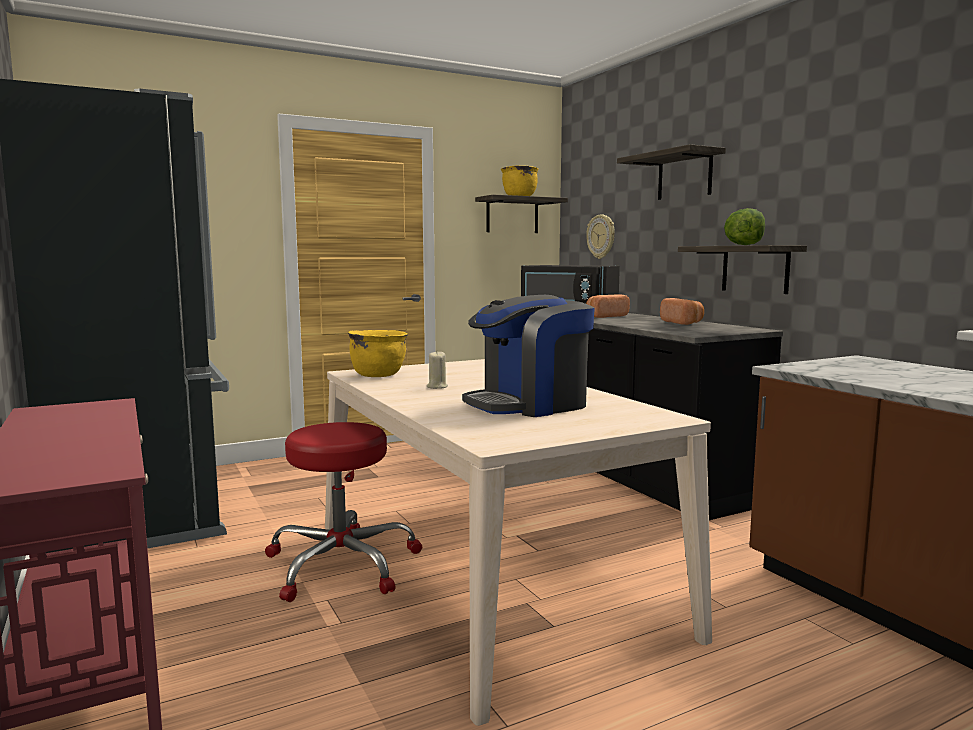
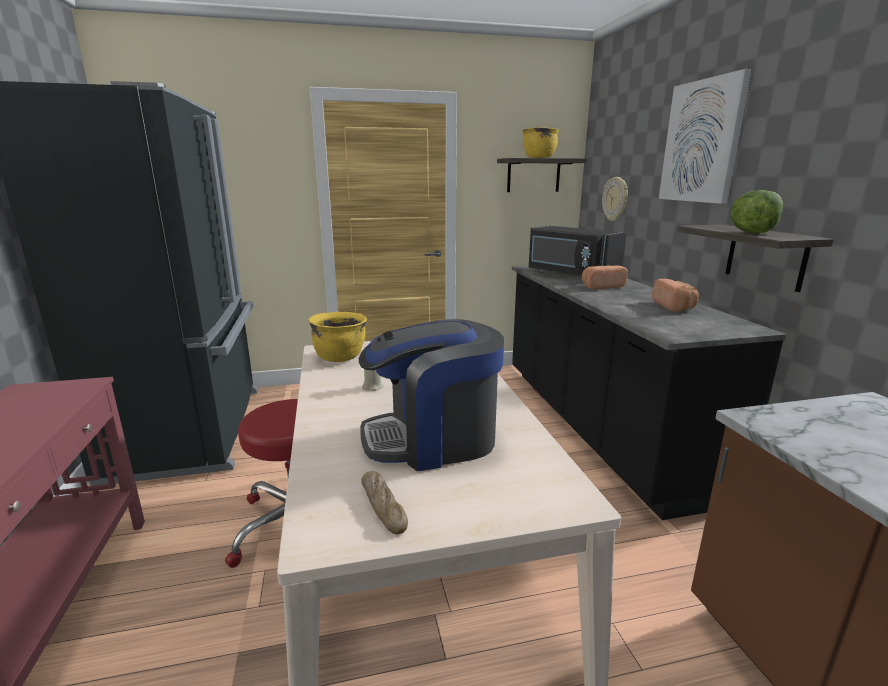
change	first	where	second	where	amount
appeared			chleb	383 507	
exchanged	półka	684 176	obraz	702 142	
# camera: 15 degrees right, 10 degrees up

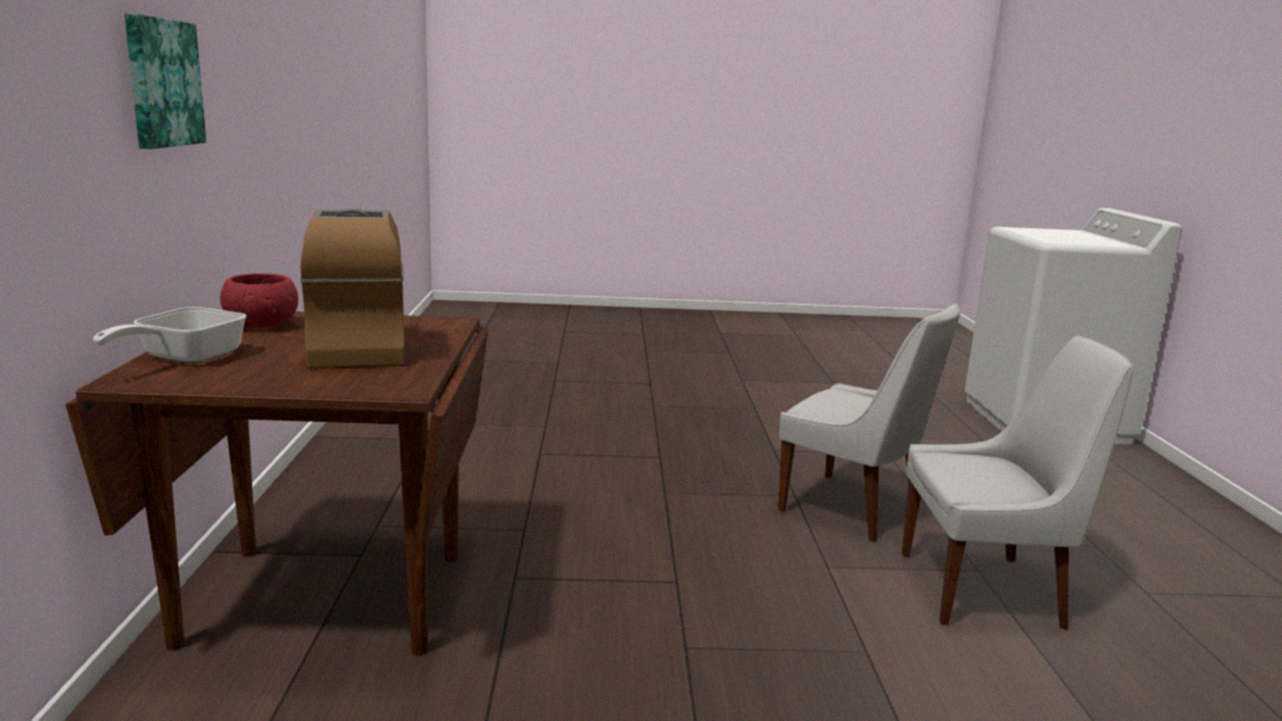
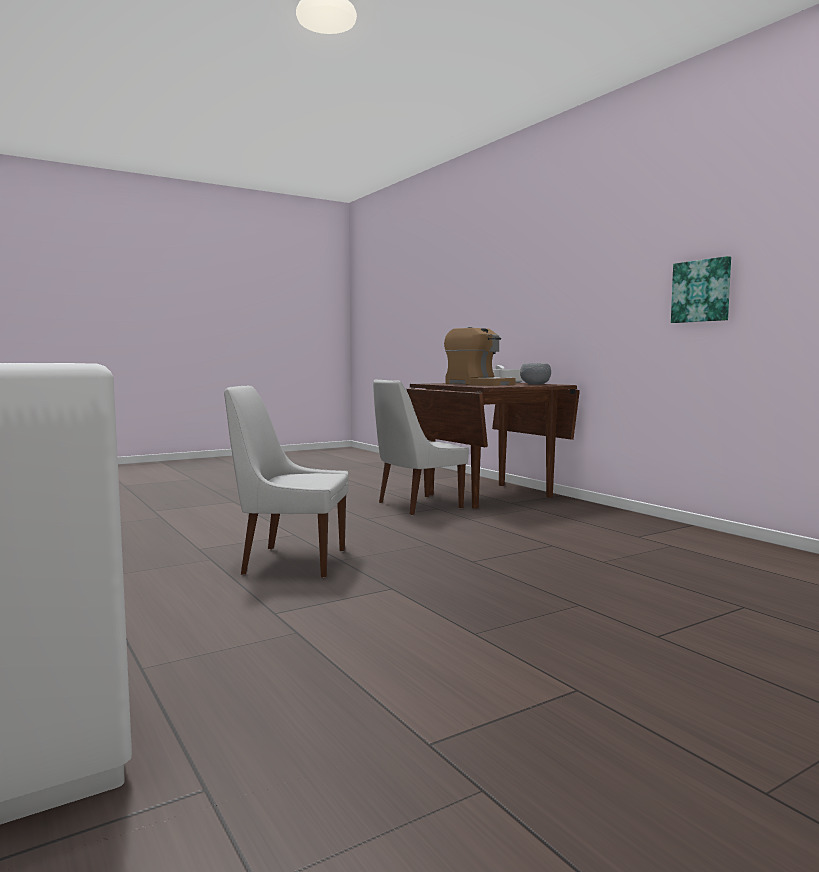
change	first	where	second	where	amount
relocated	krzesło [biały]	986 590		416 506	
colour	miska [czerwony]	261 325	miska [szary]	535 384	
relocated	obraz	161 83		701 291	
# camera: 150 degrees right, 10 degrees down

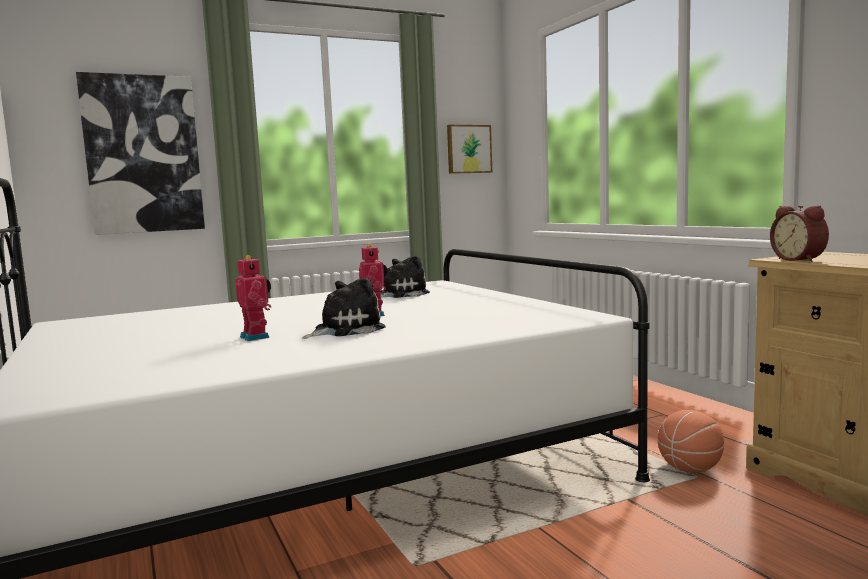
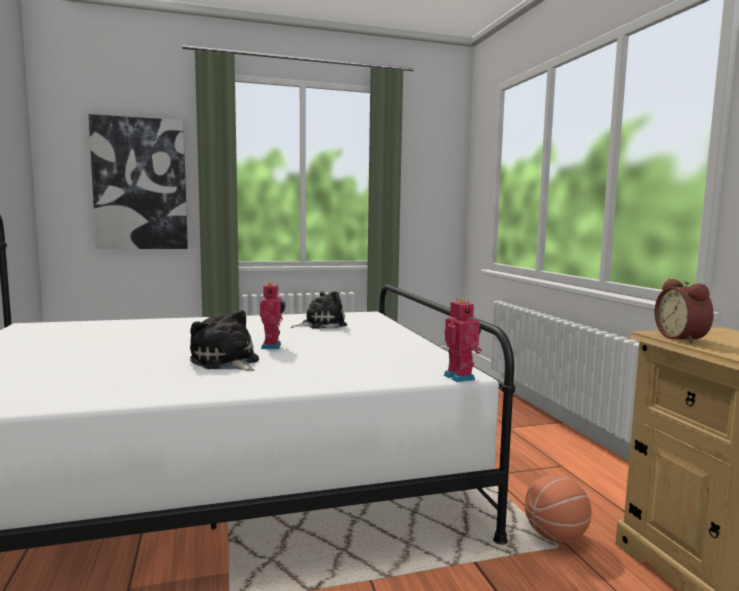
change	first	where	second	where	amount
spun	pluszak	345 330		226 362	105 degrees counterclockwise
relocated	robot zabawkowy	257 337		461 377	
missing	obraz	468 149			
# camera: 10 degrees right, 0 degrees up

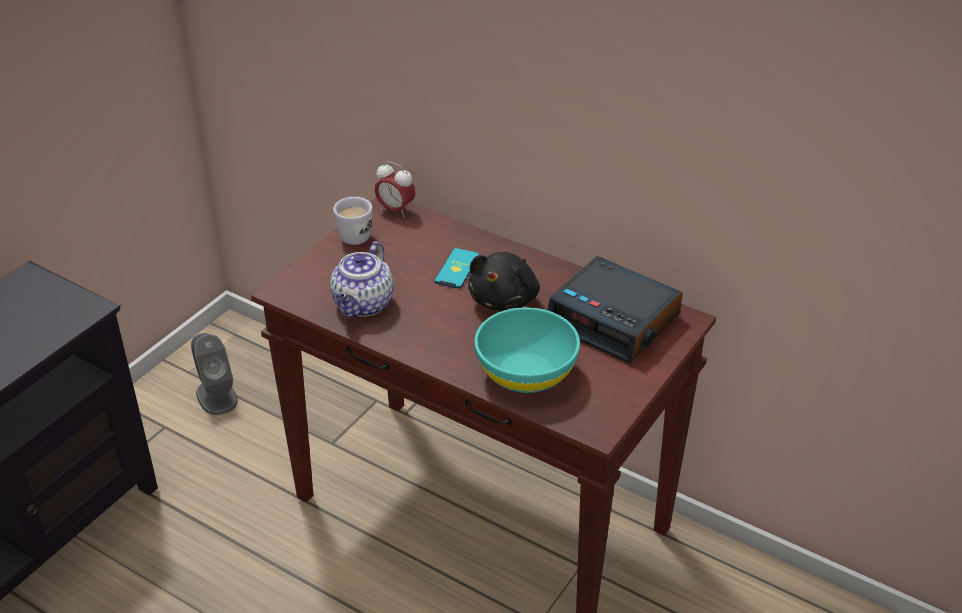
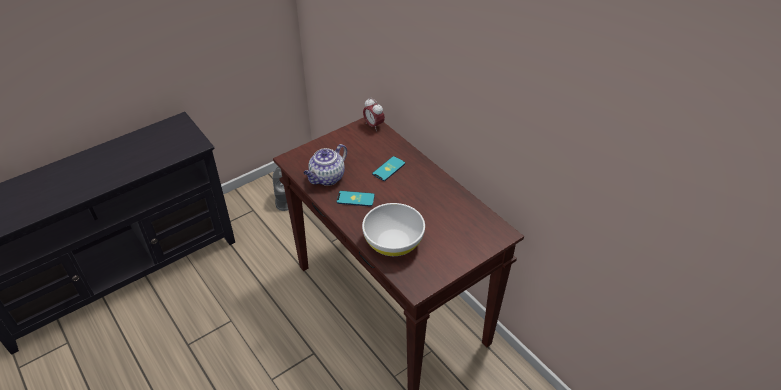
change	first	where	second	where	amount
appeared			telefon	355 199	
colour	miska [turkusowy]	525 373	miska [biały]	393 242	
missing	kubek [biały]	356 233			
missing	pluszak [czarny]	505 299			
missing	budzik	615 320			
# camera: 20 degrees right, 5 degrees up

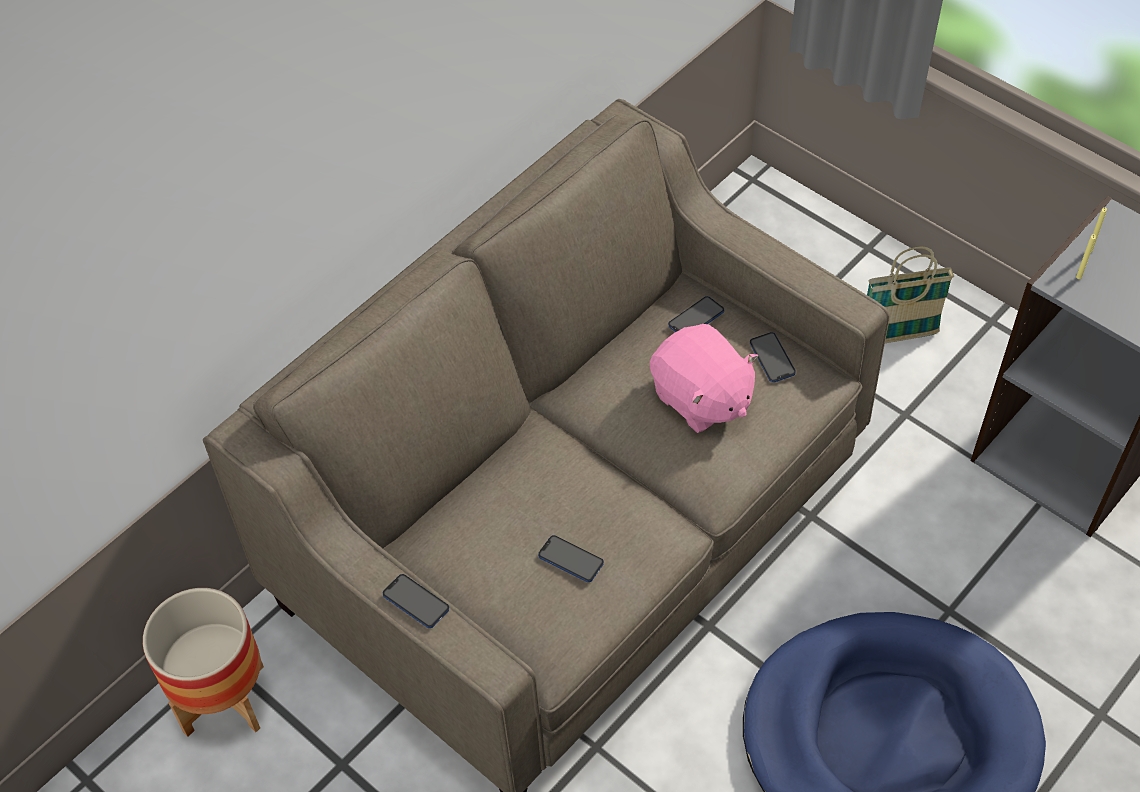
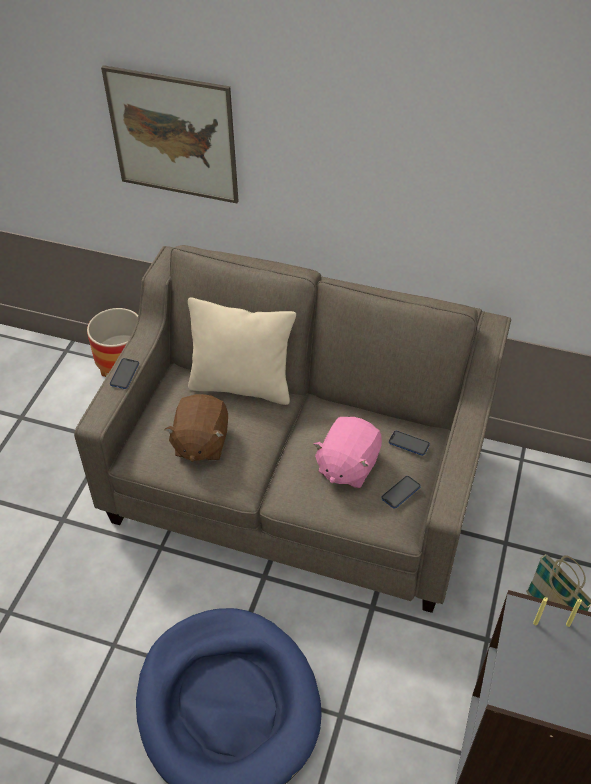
change	first	where	second	where	amount
appeared			obraz	173 136	
exchanged	telefon	571 559	pluszak [brązowy]	200 443	
appeared			poduszka [beżowy]	242 386	
# camera: 65 degrees right, 5 degrees down

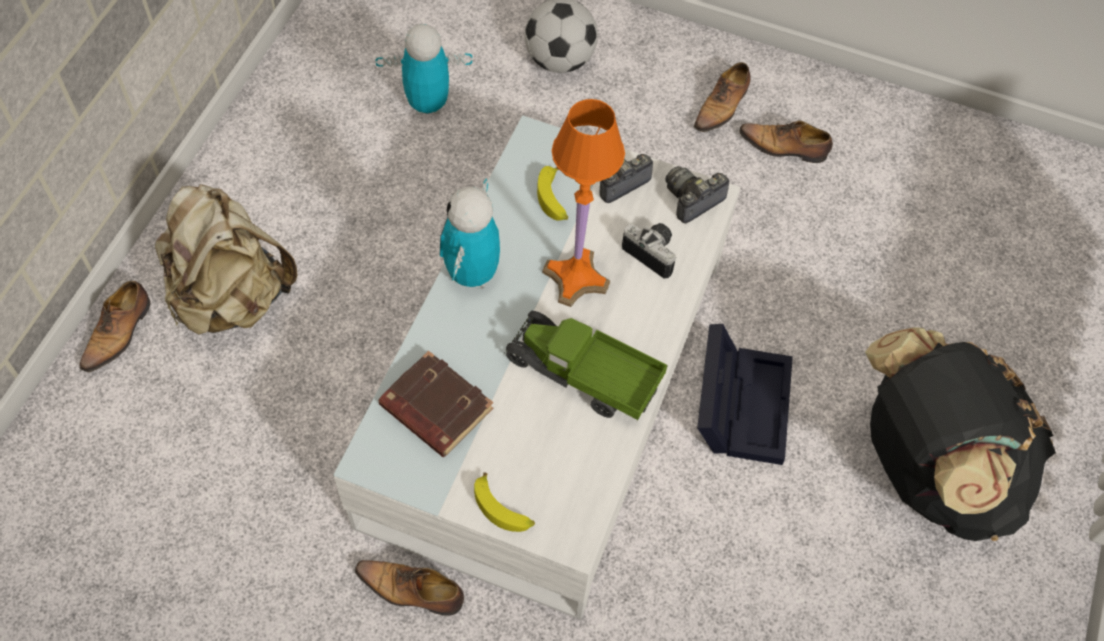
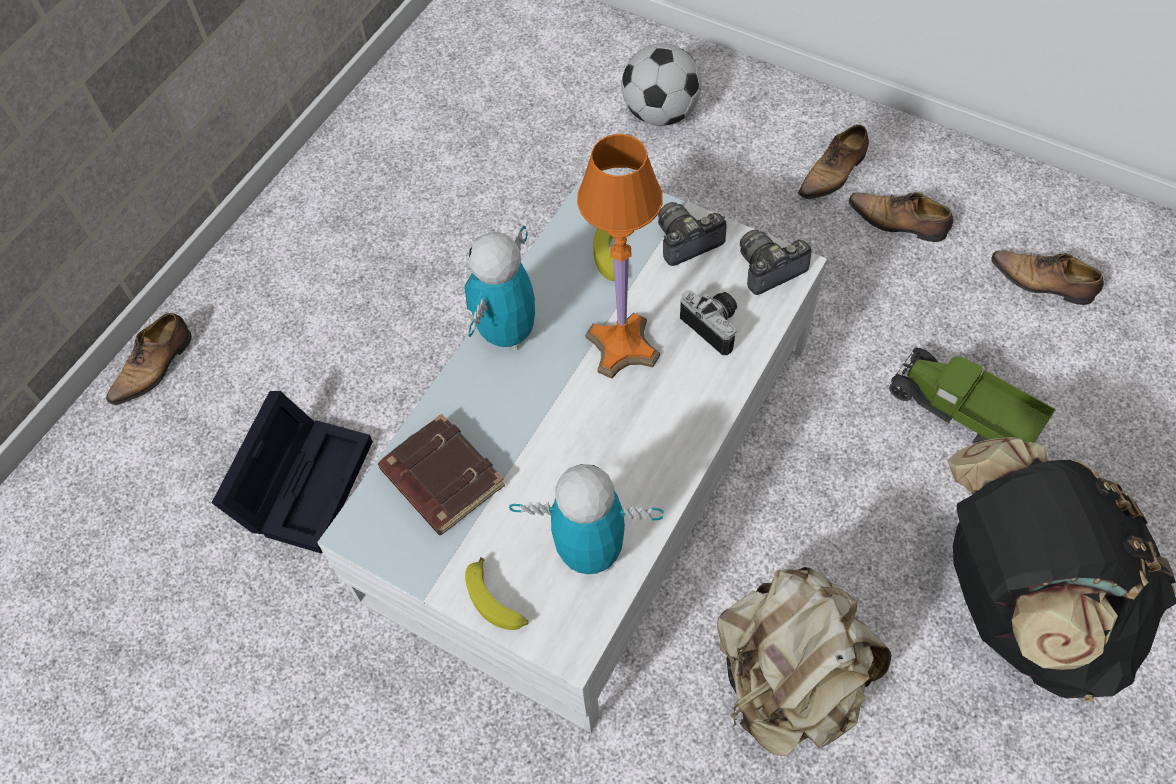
change	first	where	second	where	amount
relocated	pojemnik do przechowywania [czarny]	740 401		303 479	
relocated	robot zabawkowy	427 105		589 552	
relocated	plecak [beżowy]	231 297		788 680	
relocated	ciężarówka zabawkowa	583 376		962 414	
relocated	but	412 590		1043 283	
# camera: 15 degrees right, 0 degrees up

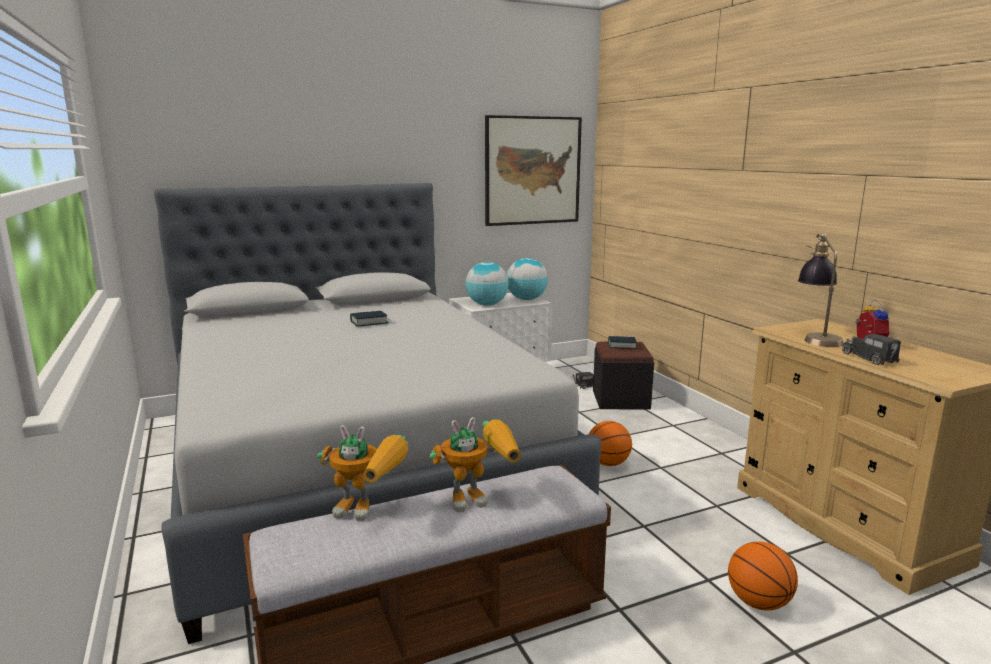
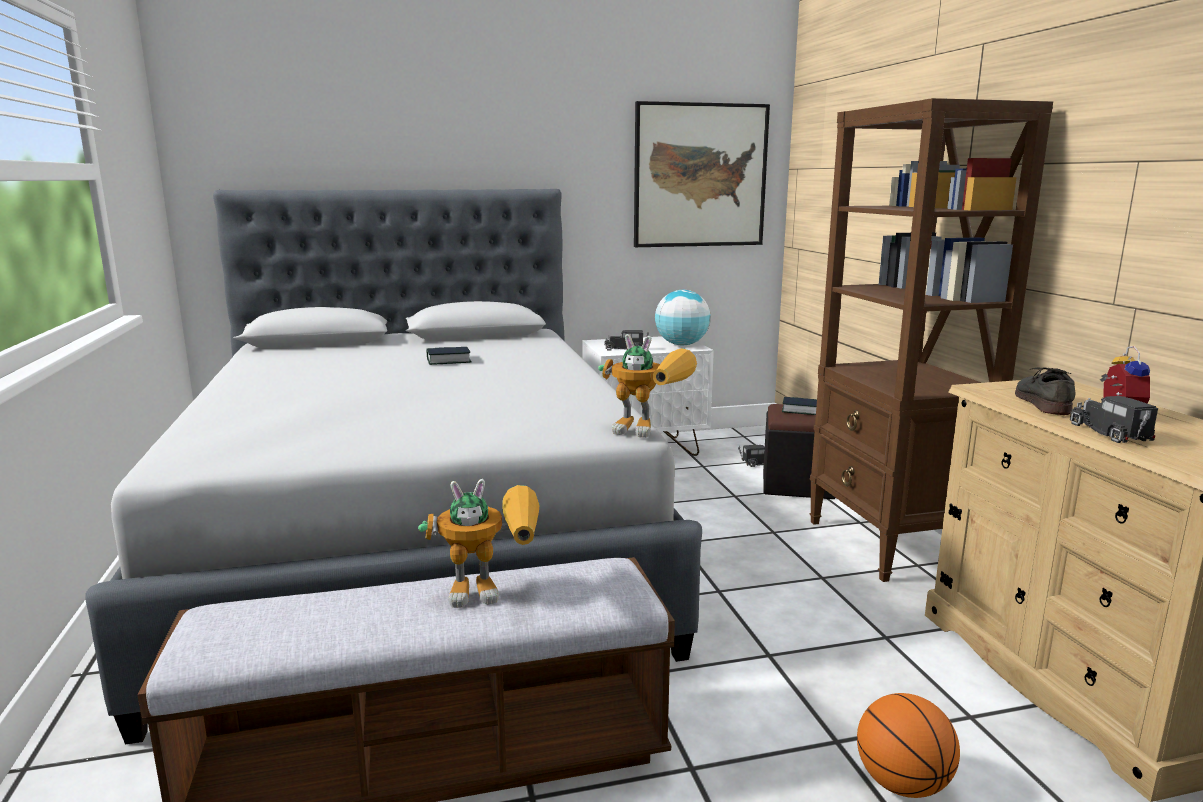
change	first	where	second	where	amount
relocated	robot zabawkowy	370 510		651 431	
exchanged	globus	487 304	ciężarówka zabawkowa	626 349	
appeared			regał [brązowy]	891 545	
exchanged	lampa stołowa	816 337	but [szary]	1041 401	
missing	piłka do koszykówki	608 463			
# camera: 10 degrees right, 0 degrees up

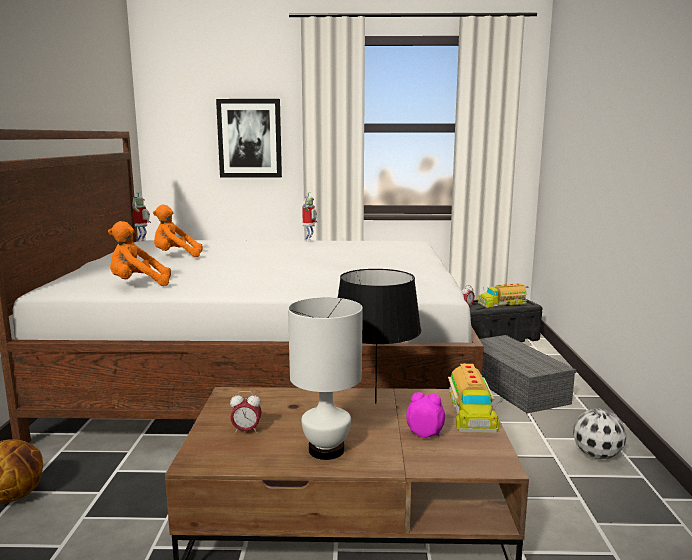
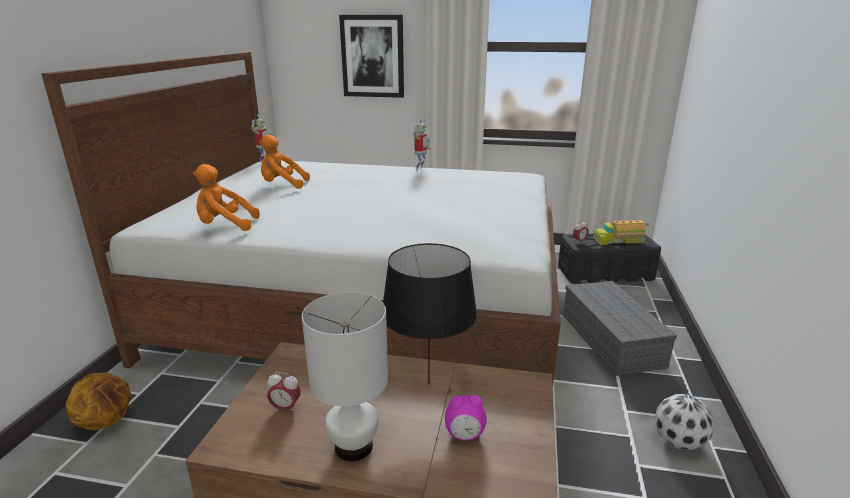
change	first	where	second	where	amount
spun	budzik	425 434		464 435	150 degrees clockwise
missing	ciężarówka zabawkowa	469 411			
# camera: 10 degrees right, 10 degrees up

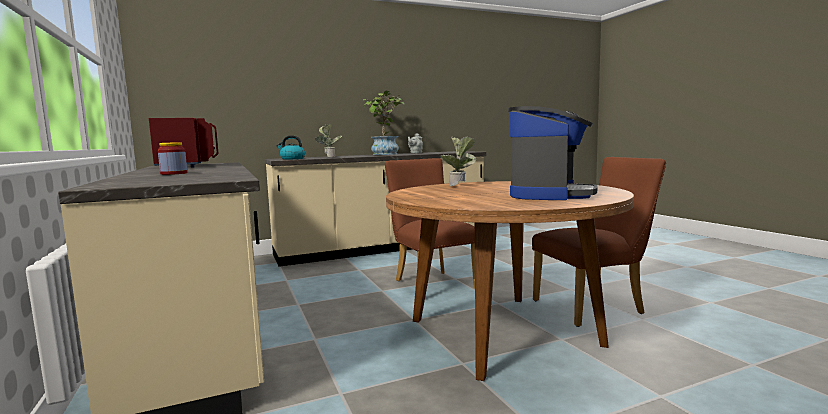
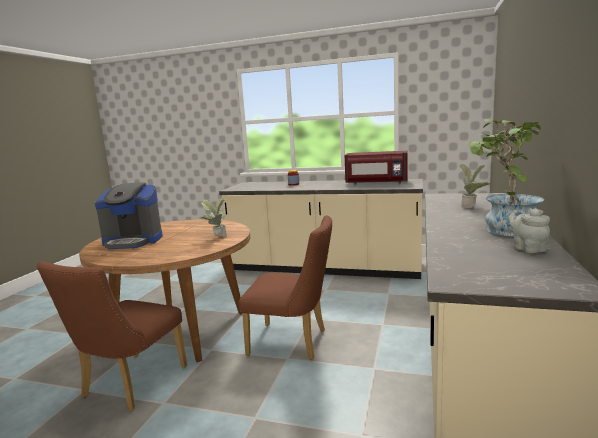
change	first	where	second	where	amount
spun	ekspres do kawy	550 194		133 241	60 degrees counterclockwise
missing	czajnik	292 159			
# camera: 130 degrees right, 5 degrees up

